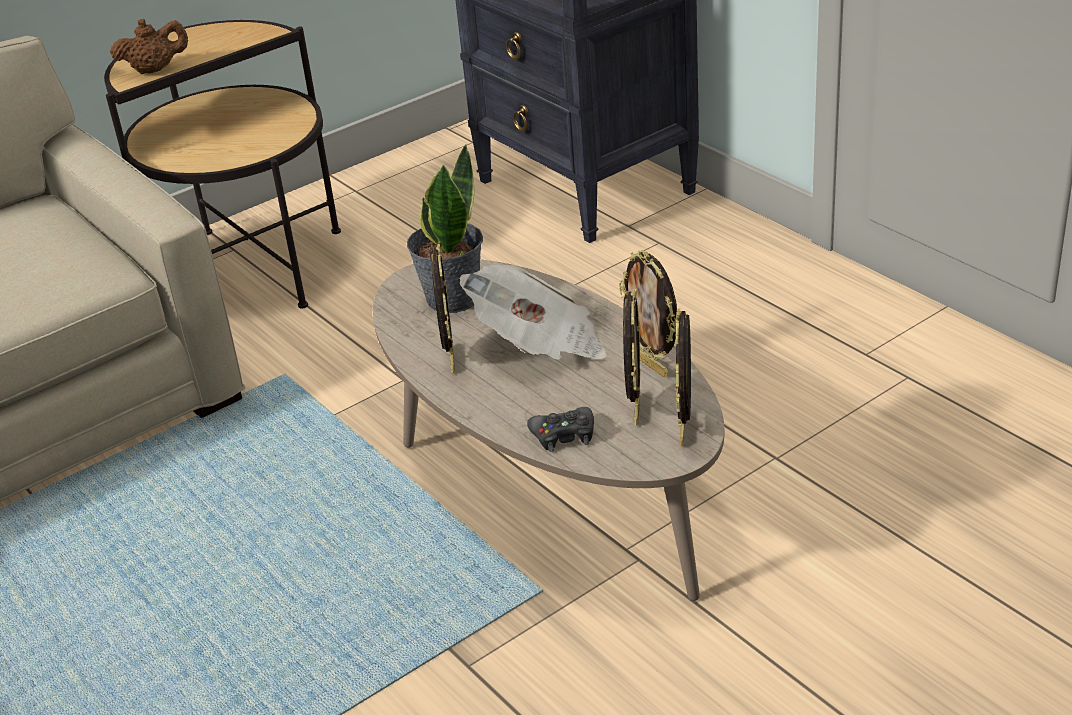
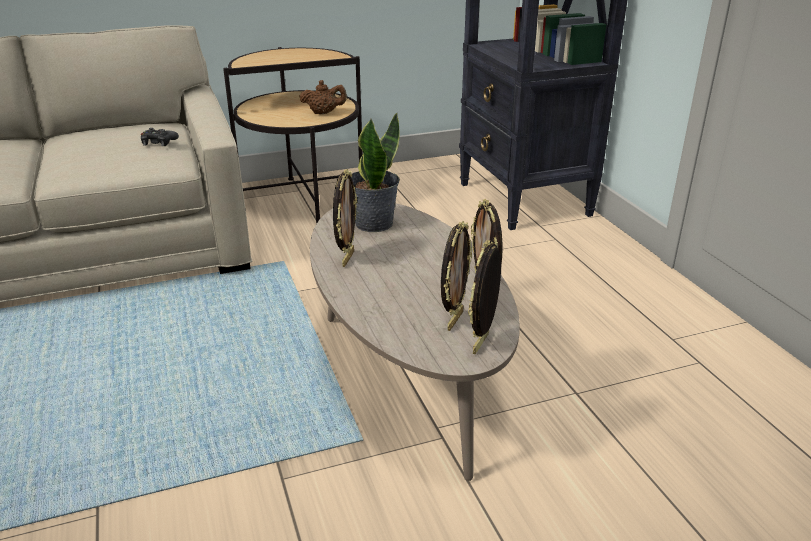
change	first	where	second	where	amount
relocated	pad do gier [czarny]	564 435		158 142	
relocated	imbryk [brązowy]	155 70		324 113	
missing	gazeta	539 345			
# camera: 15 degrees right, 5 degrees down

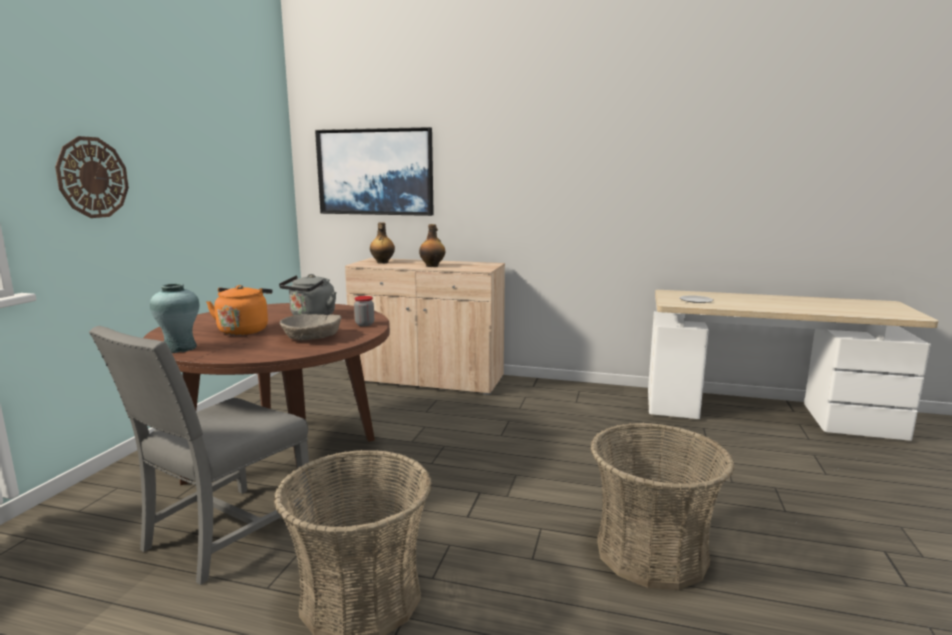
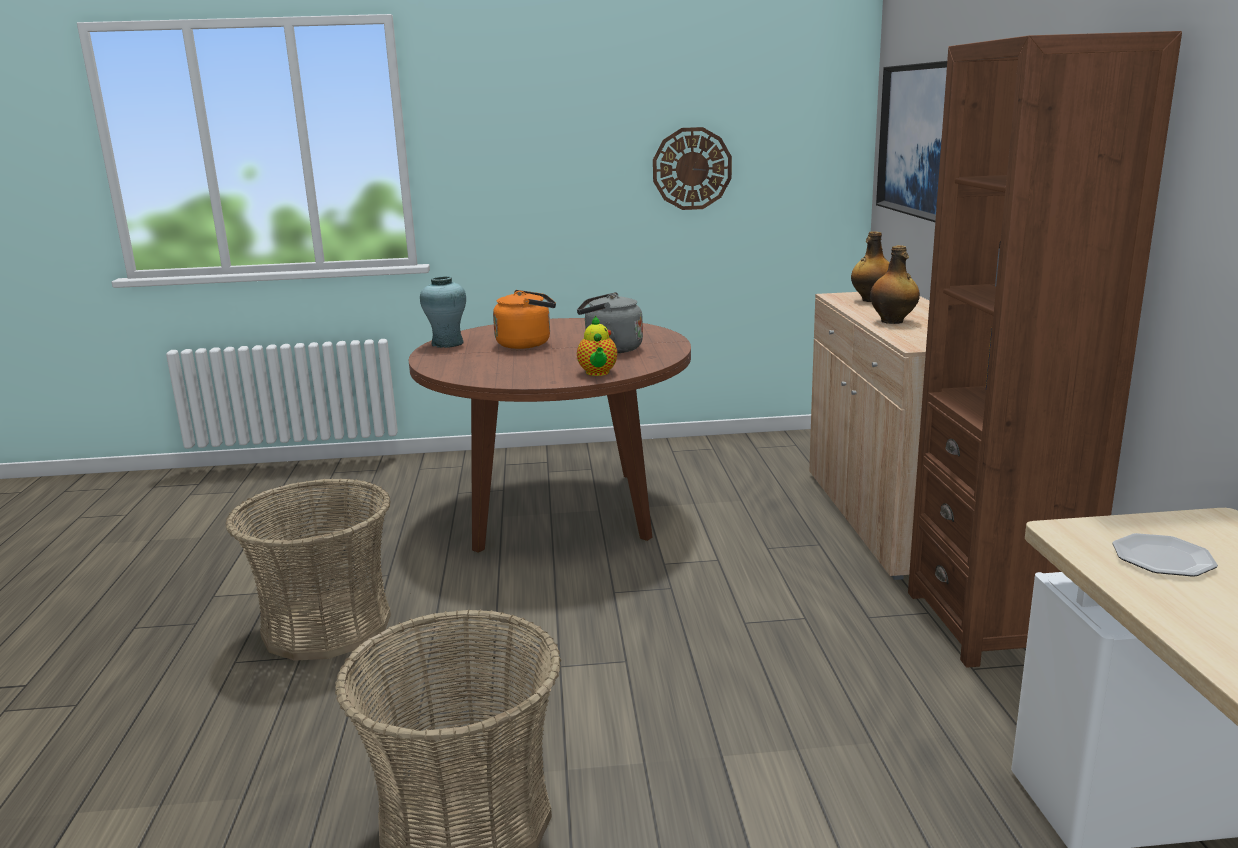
change	first	where	second	where	amount
exchanged	słoik	364 324	imbryk	598 373	
relocated	zegar ścienny	92 177		692 168	
appeared			regał [brązowy]	993 623	
missing	krzesło [szary]	223 535			
missing	miska [beżowy]	312 337			
# camera: 70 degrees right, 5 degrees up

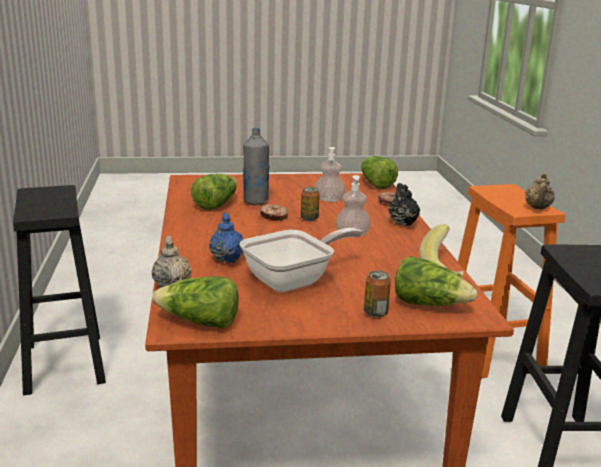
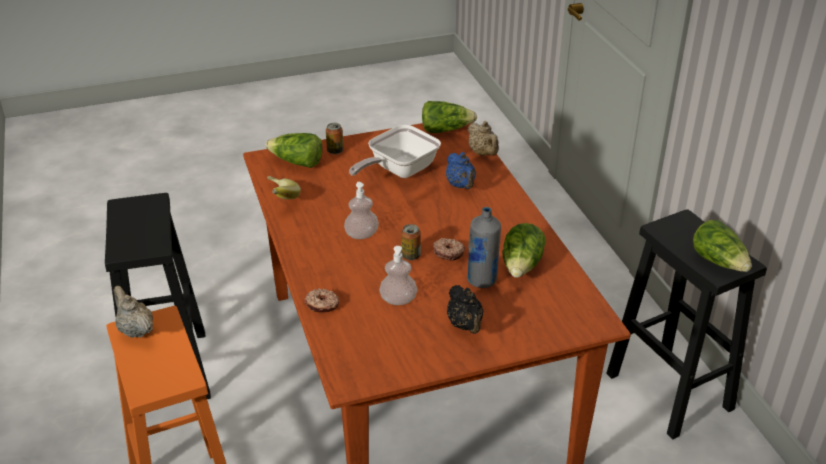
change	first	where	second	where	amount
spun	imbryk [beżowy]	537 208		135 330	45 degrees counterclockwise
relocated	imbryk [czarny]	402 222		465 325	
relocated	sałata	376 184		719 262	
# camera: 170 degrees right, 15 degrees up

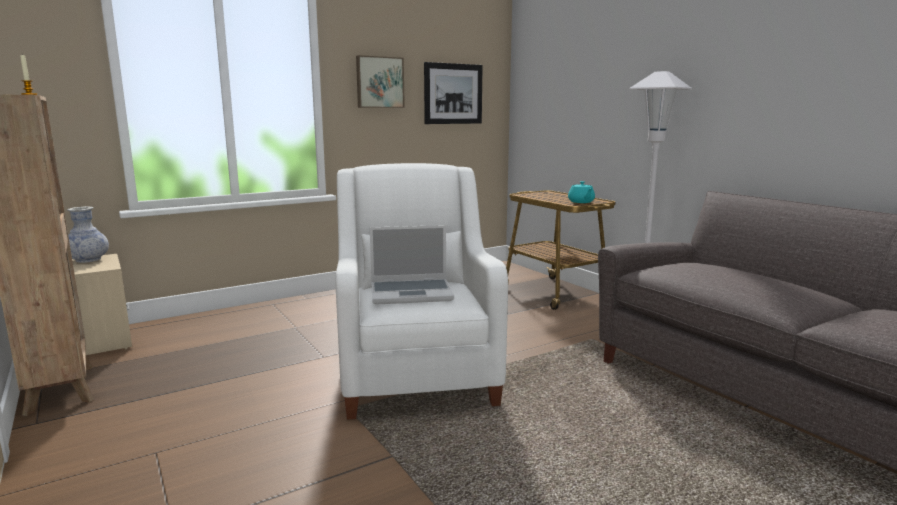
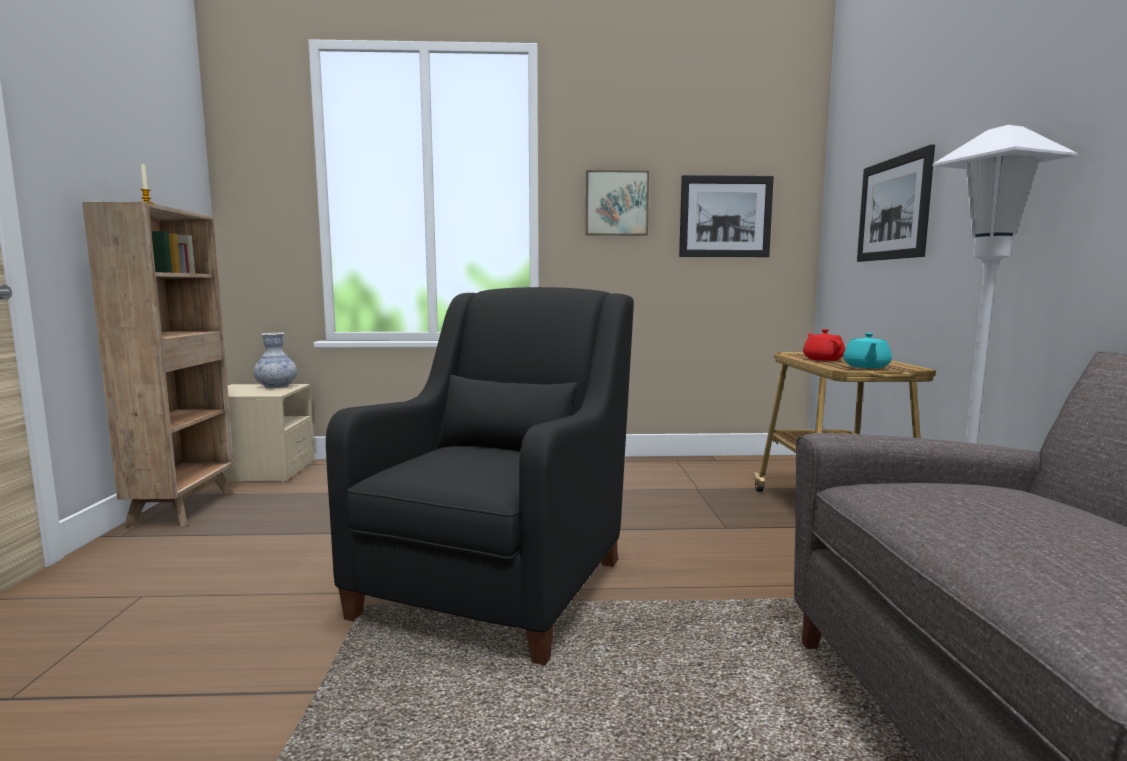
change	first	where	second	where	amount
colour	fotel [biały]	416 373	fotel [czarny]	500 580	
appeared			imbryk [czerwony]	822 359	
appeared			obraz	893 209	
missing	laptop	412 293			
# camera: 30 degrees right, 5 degrees down

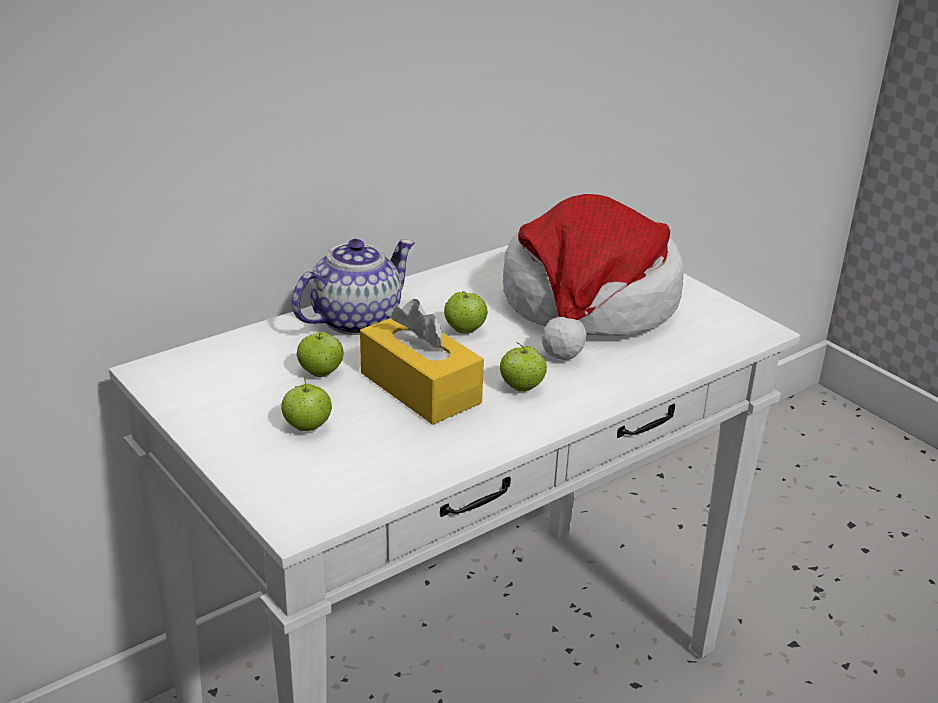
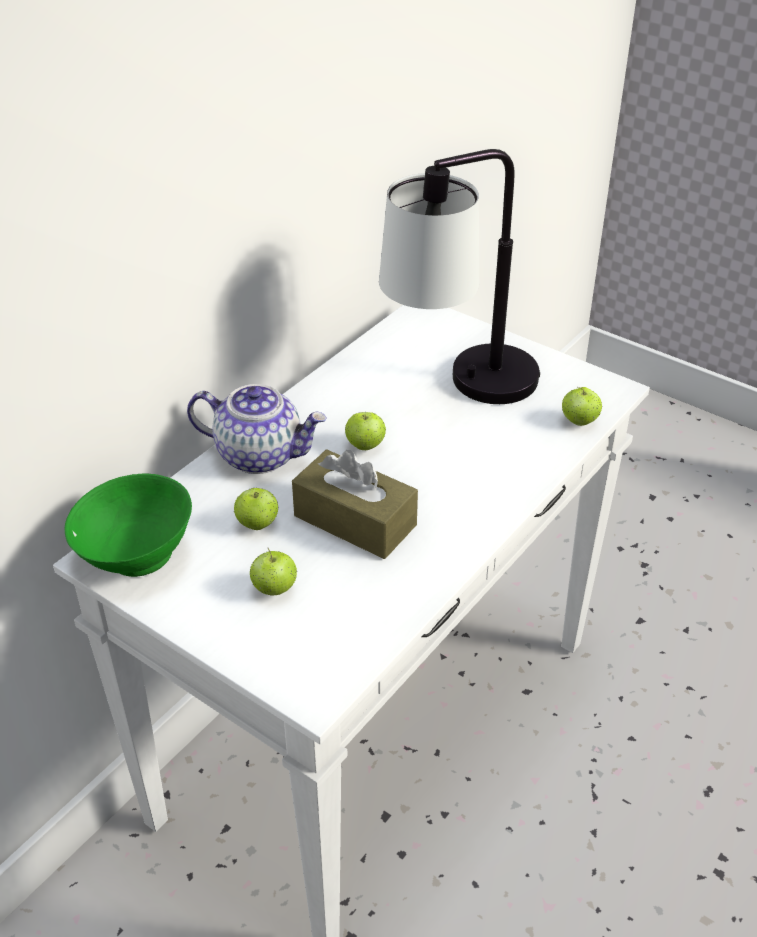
change	first	where	second	where	amount
appeared			miska [zielony]	135 556	
spun	imbryk	356 319		260 455	75 degrees clockwise
colour	pudełko chusteczek [żółty]	420 388	pudełko chusteczek [brązowy]	355 520	
exchanged	kapelusz	589 305	lampa stołowa	461 393	
relocated	jabłko	521 388		579 421	
# camera: 15 degrees left, 10 degrees up

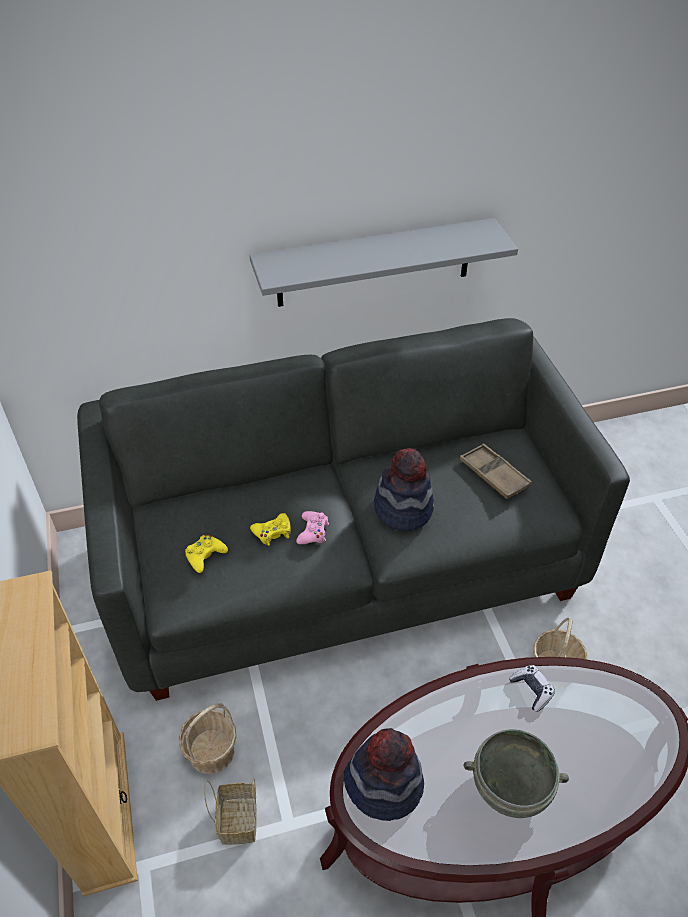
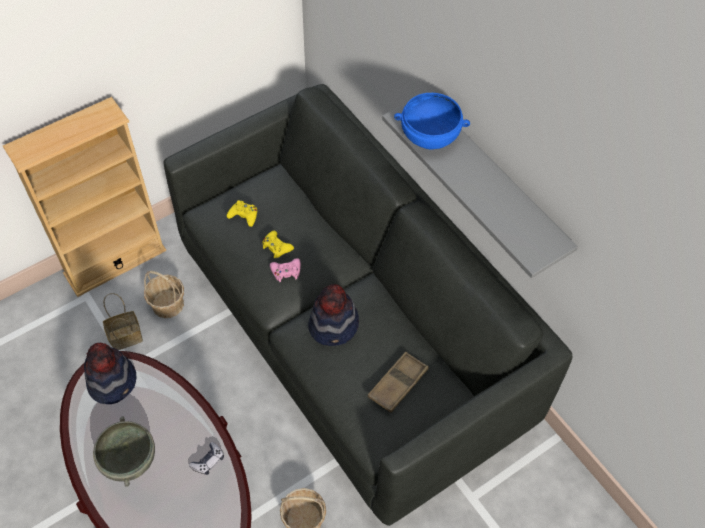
change	first	where	second	where	amount
appeared			miska [niebieski]	430 136	
# camera: 70 degrees right, 10 degrees up

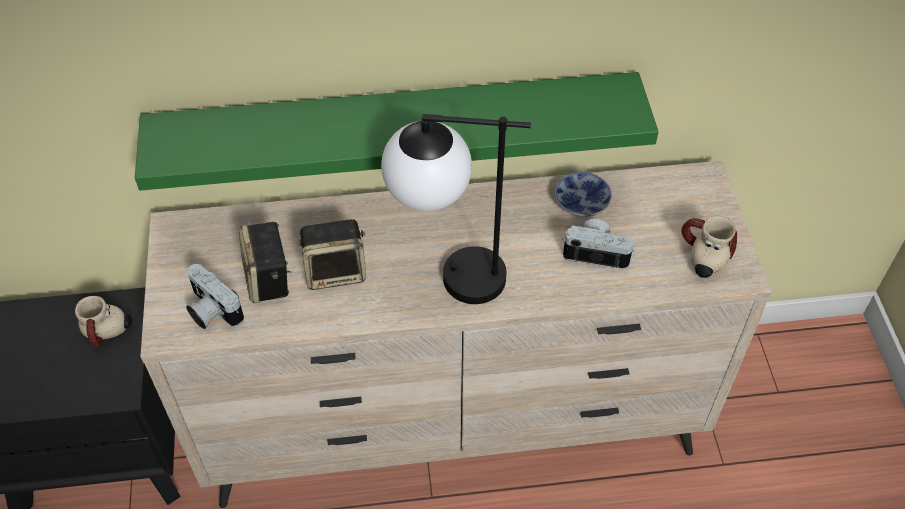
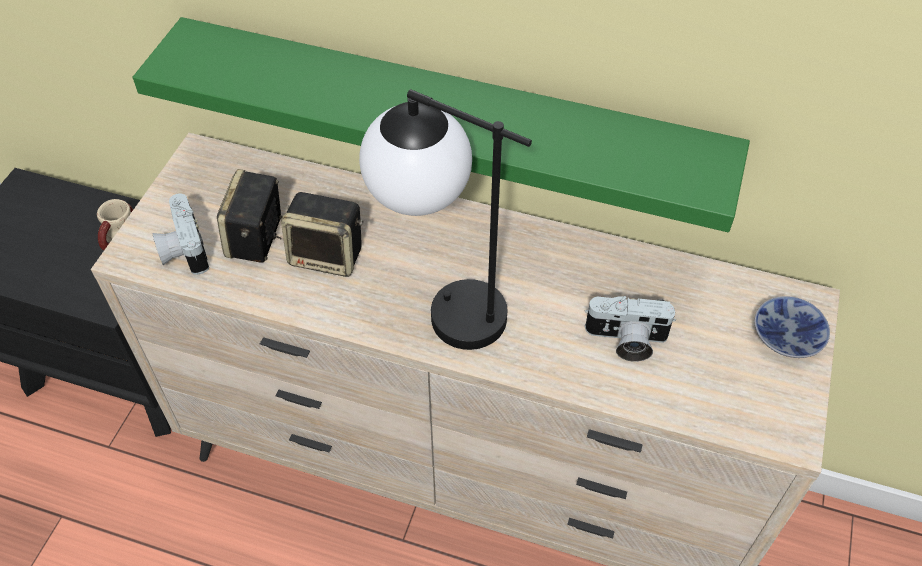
change	first	where	second	where	amount
spun	aparat fotograficzny	597 252		626 341	150 degrees clockwise
relocated	miska	581 201		786 334	
missing	kubek	701 258			
# camera: 25 degrees right, 0 degrees up

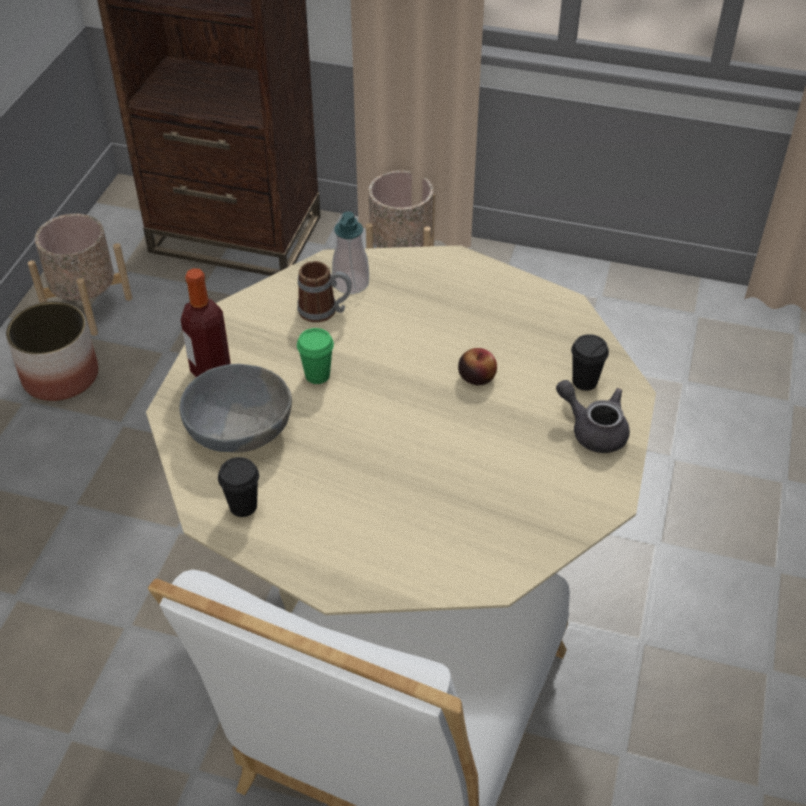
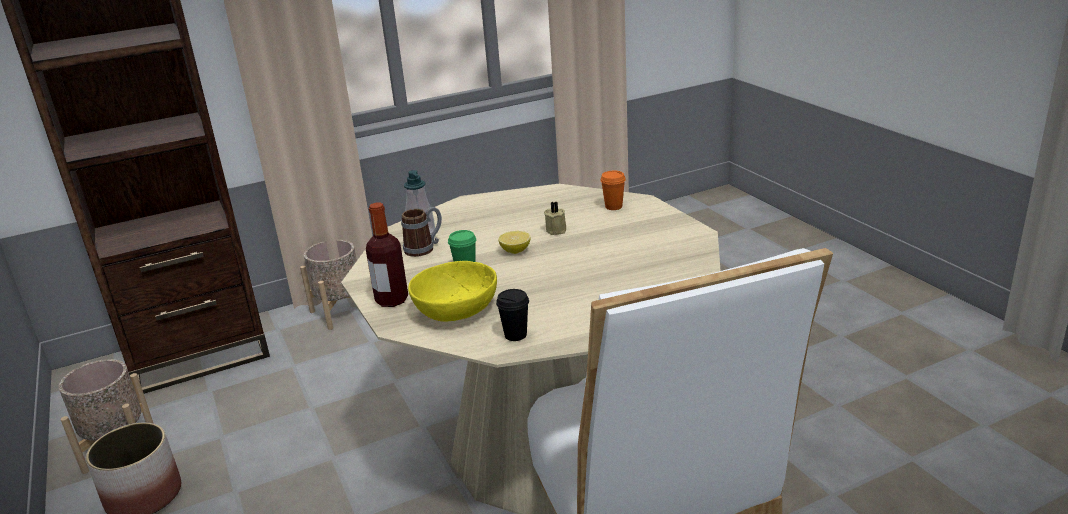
change	first	where	second	where	amount
colour	miska [szary]	239 429	miska [żółty]	455 311	
appeared			cytryna	515 251	
exchanged	jabłko	476 377	świeca [beżowy]	557 230	
colour	filiżanka [czarny]	584 382	filiżanka [pomarańczowy]	613 206	
missing	imbryk [szary]	593 429			
# camera: 40 degrees left, 20 degrees down

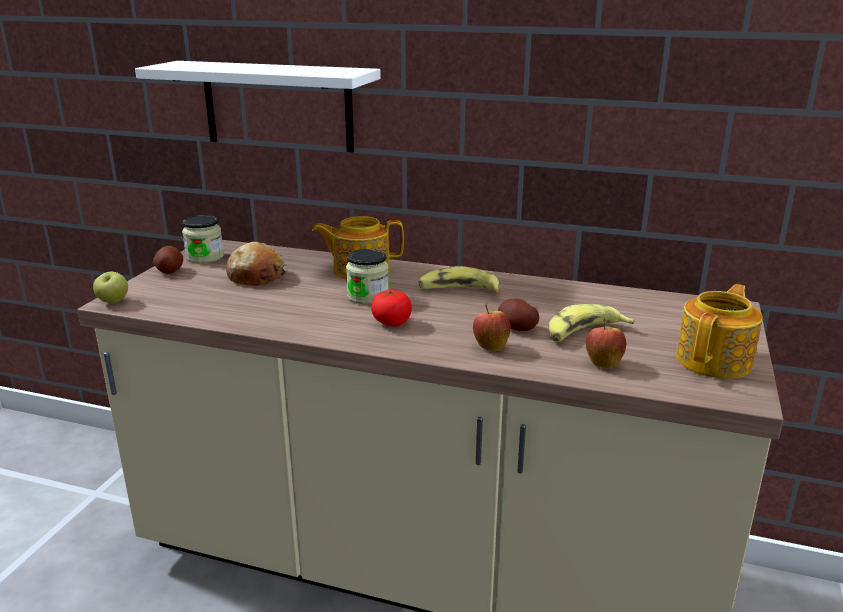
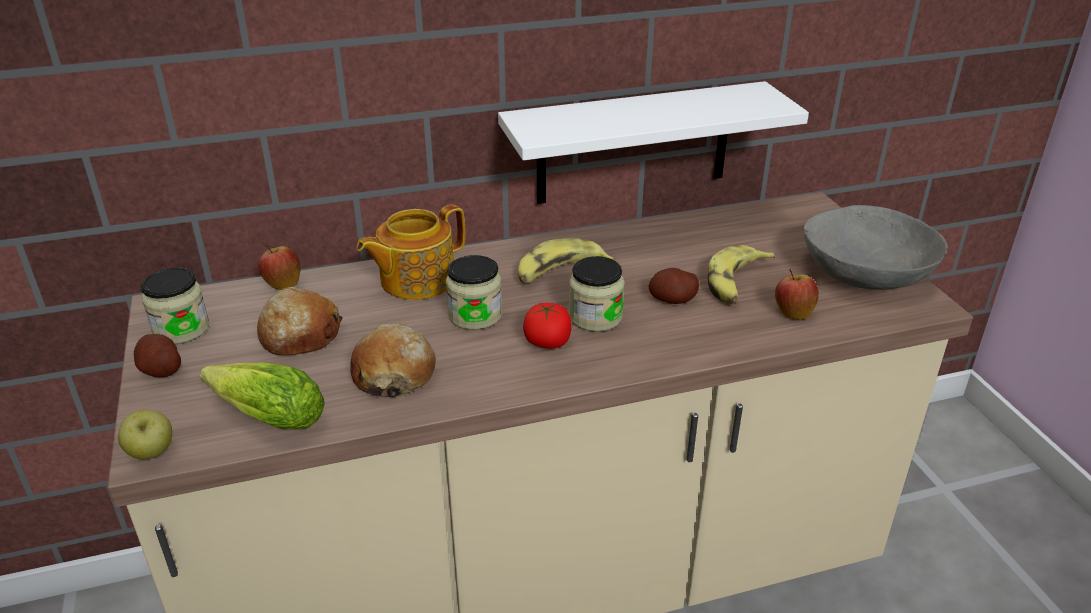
change	first	where	second	where	amount
appeared			sałata	264 416	
relocated	jabłko	490 346		283 284	
appeared			chleb	394 374	
relocated	półka [biały]	277 106		633 143	
appeared			słoik	595 317	
exchanged	imbryk	715 360	miska [szary]	866 273	
# camera: 35 degrees left, 10 degrees up

